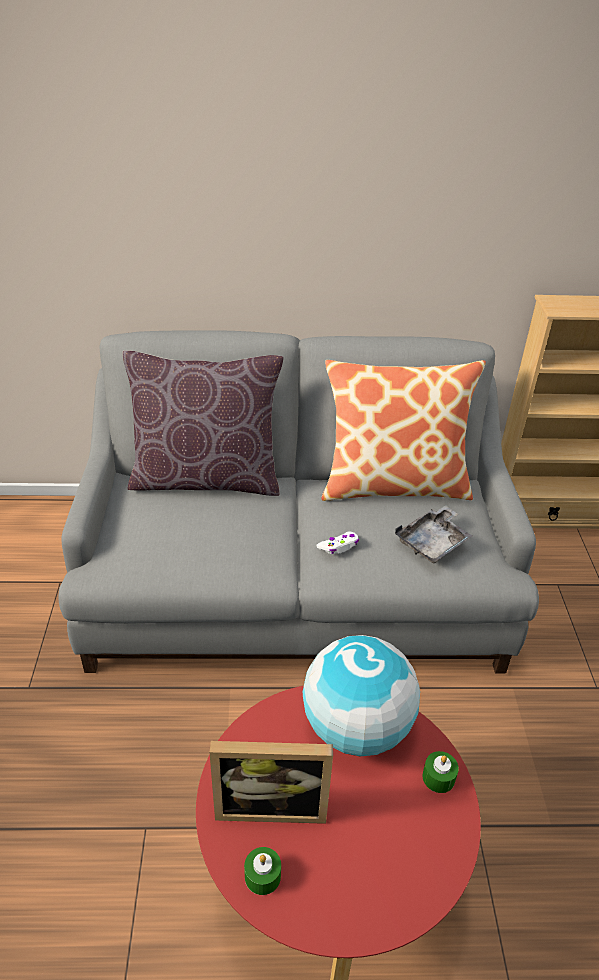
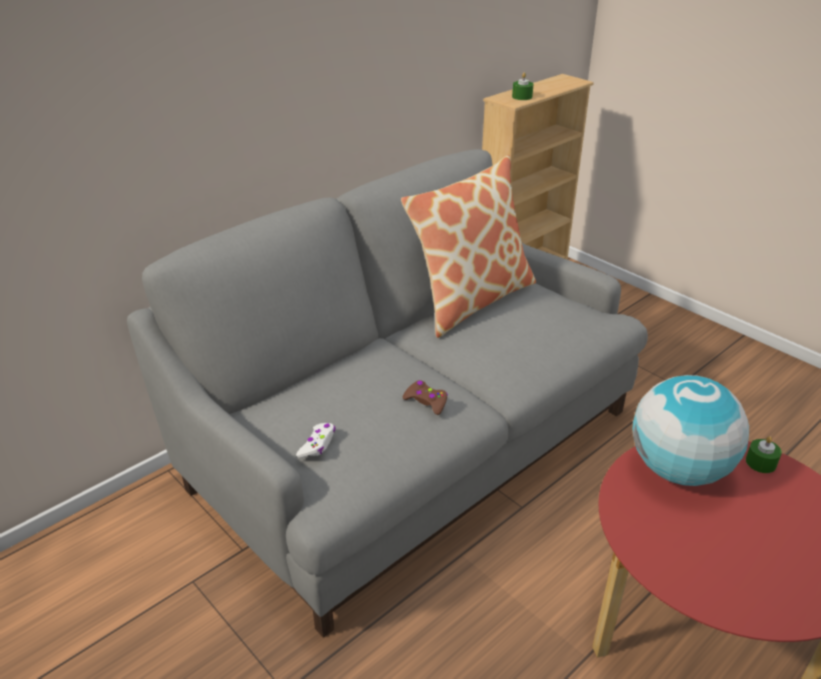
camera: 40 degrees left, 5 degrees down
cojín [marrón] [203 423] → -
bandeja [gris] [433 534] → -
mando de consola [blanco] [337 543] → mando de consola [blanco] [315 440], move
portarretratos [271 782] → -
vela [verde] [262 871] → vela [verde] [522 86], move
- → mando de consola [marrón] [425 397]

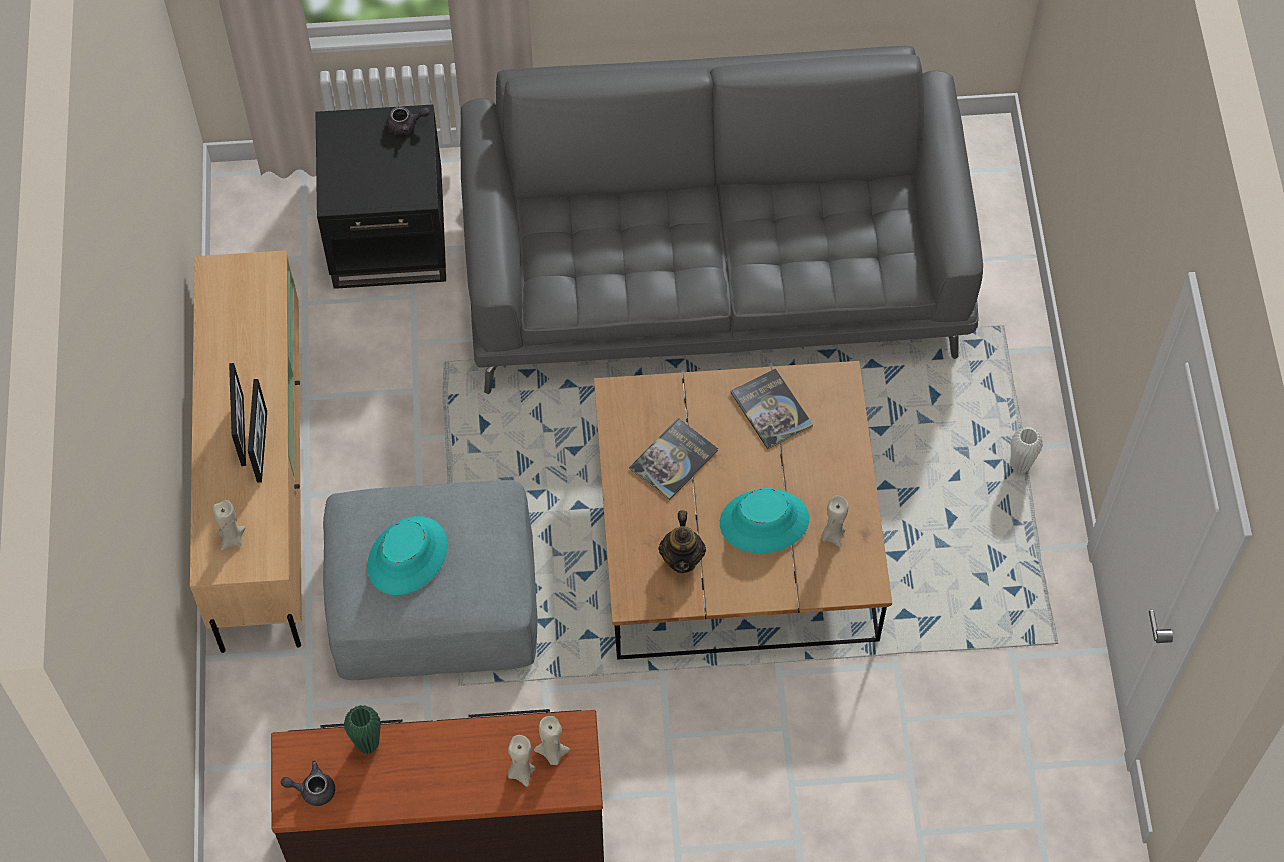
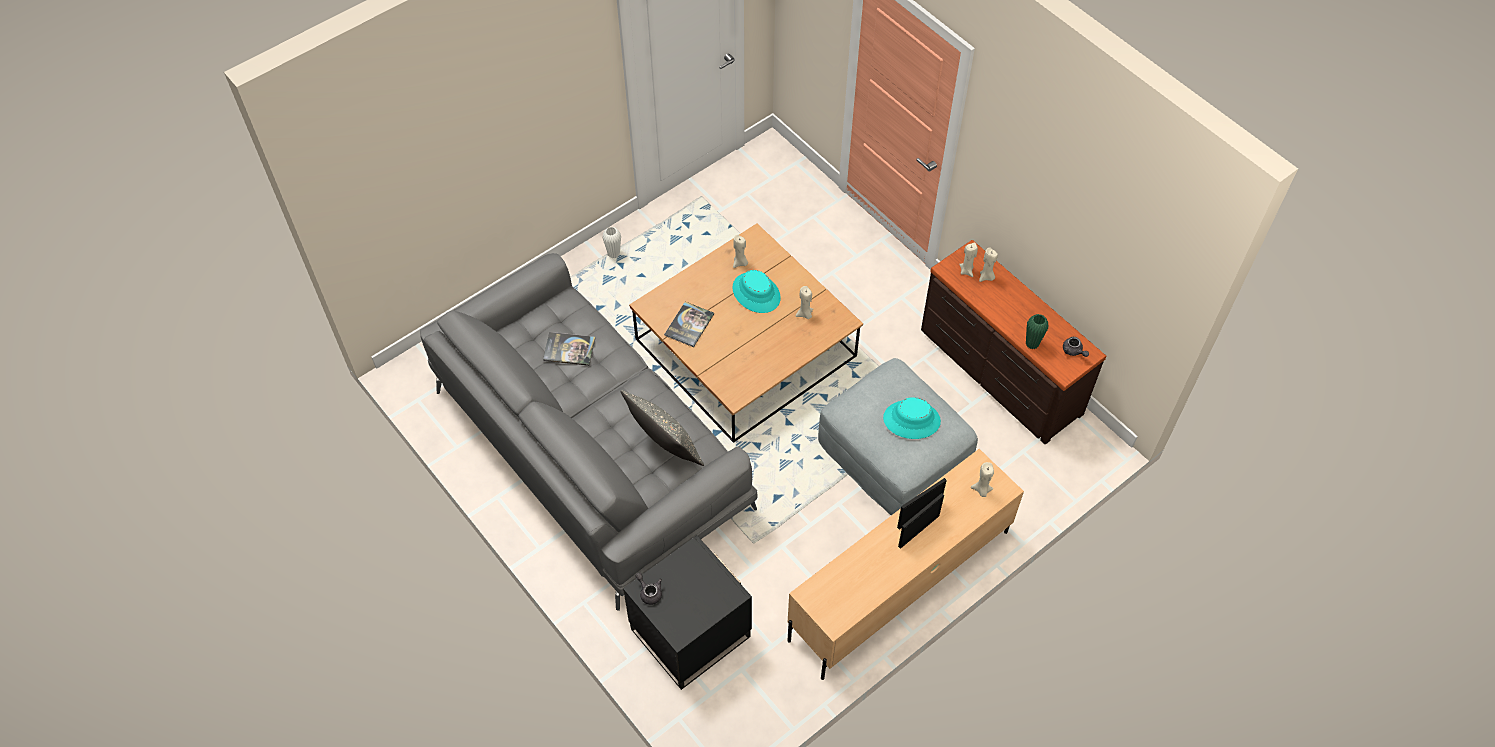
camera: 125 degrees left, 5 degrees down
libro [673 459] → libro [569 349], move
tetera [682 541] → vela [beis] [804 302]
- → cojín [gris] [662 428]

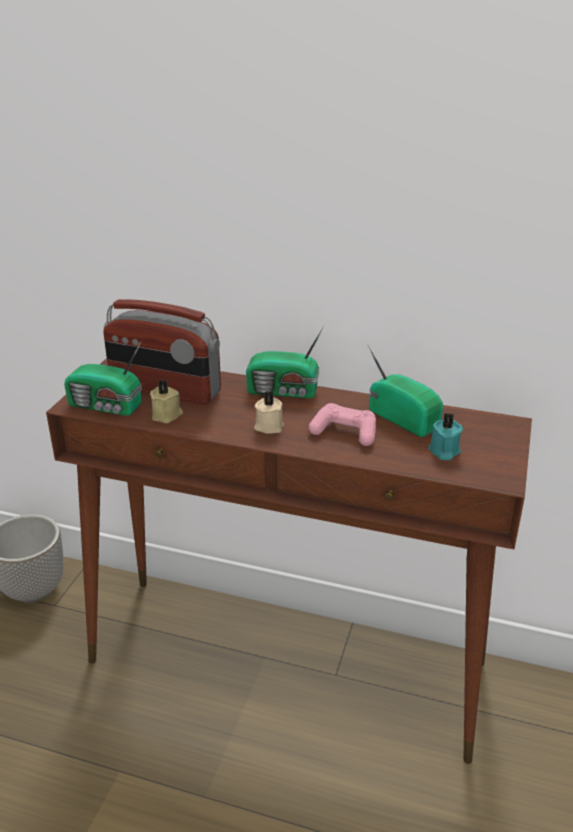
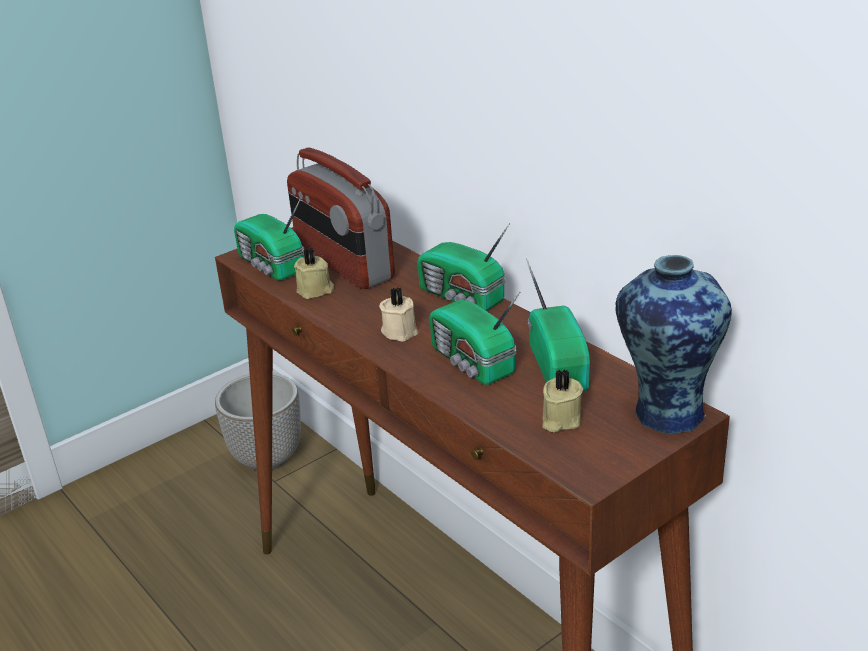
camera: 35 degrees right, 0 degrees up
mando de consola [rosa] [342 424] → radio [474 338]
vela [turquesa] [445 436] → vela [beis] [562 401]
- → florero [673 344]

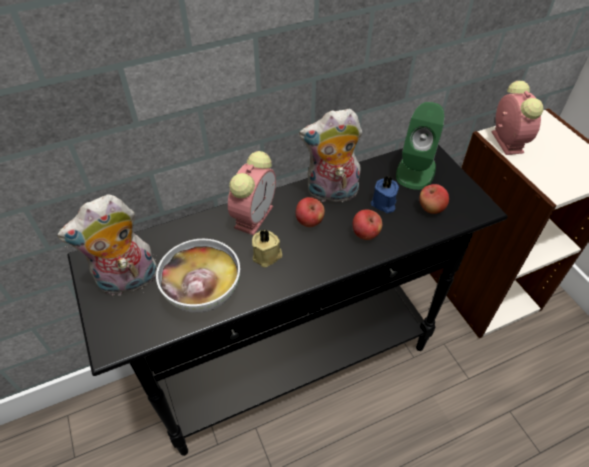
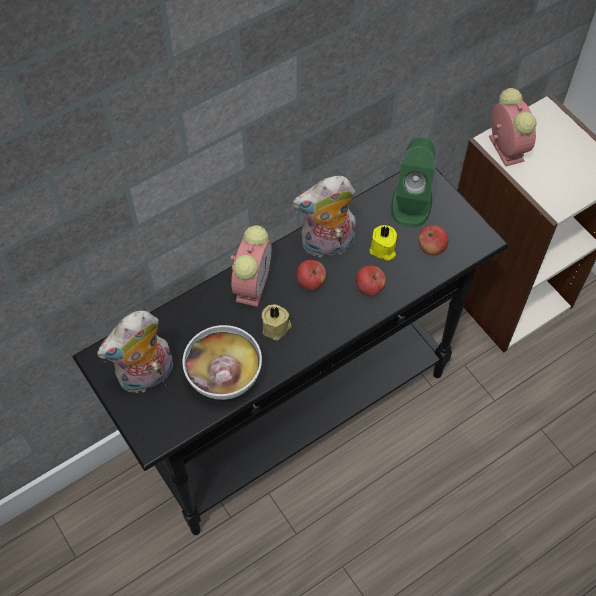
camera: 10 degrees left, 10 degrees up
vela [azul] [385 194] → vela [amarillo] [383 243]

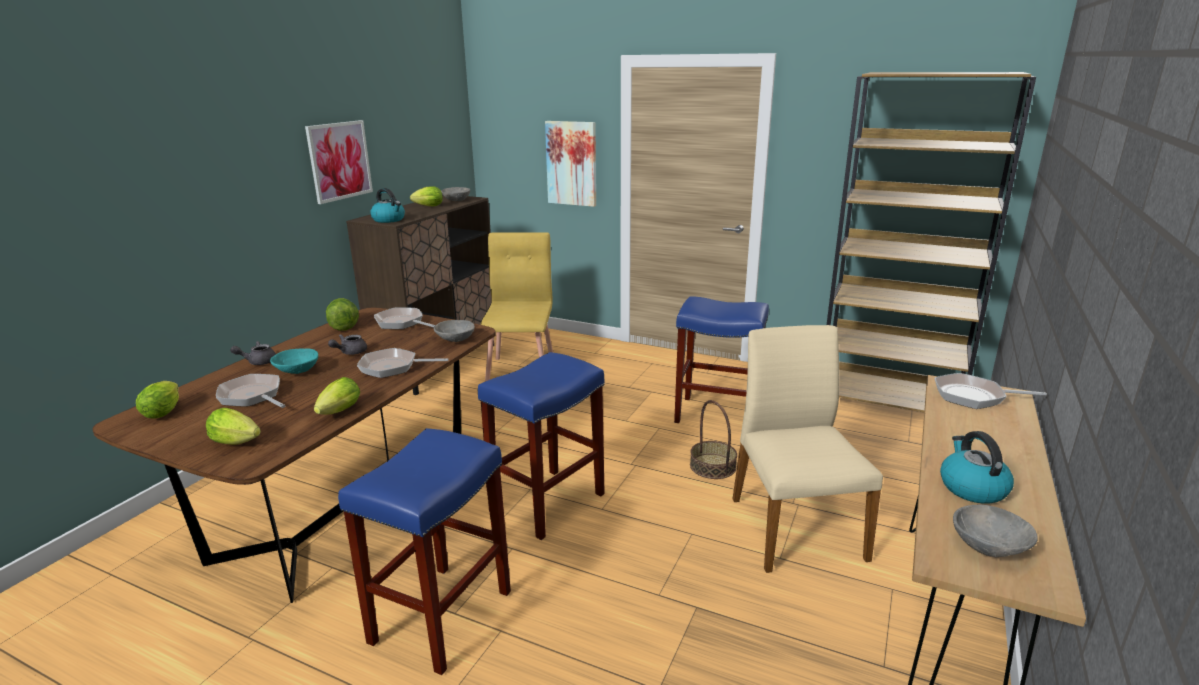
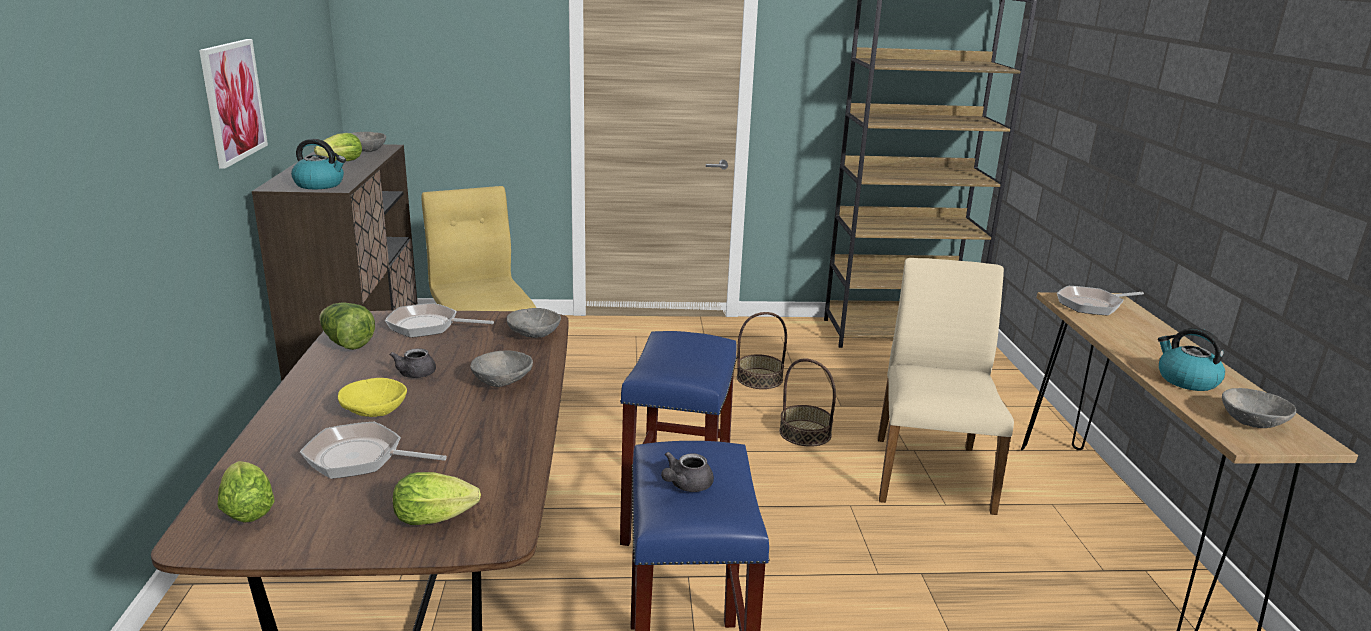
camera: 30 degrees left, 0 degrees up
cuadro [570 164] → -
taburete [azul] [721 359] → cesta [762 350]
silla [beis] [807 449] → silla [beis] [946 386], 45 degrees clockwise
tetera [gris] [253 353] → tetera [gris] [687 472], move
cuenco [turquesa] [294 361] → cuenco [amarillo] [372 397]
sartén [402 363] → cuenco [gris] [501 369]
lechuga [337 396] → -

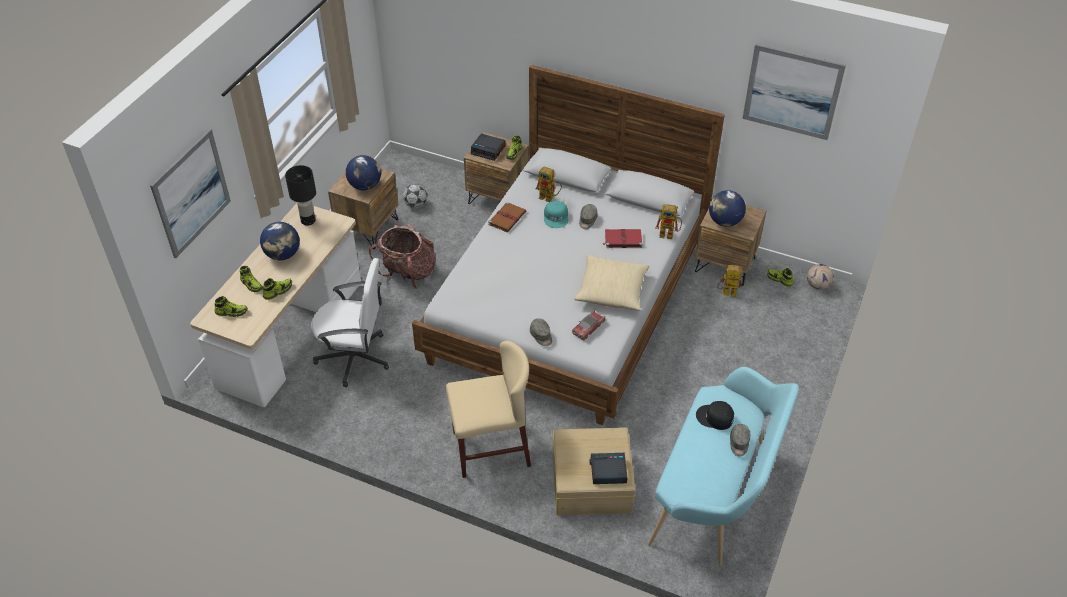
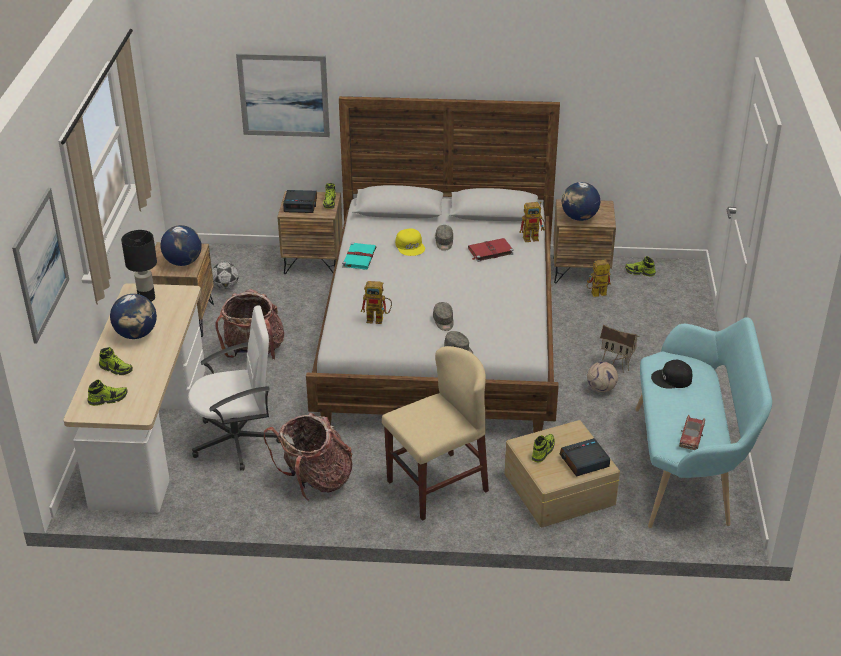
camera: 20 degrees left, 10 degrees down
cuadro [794 92] → cuadro [283 95], move
robot de juguete [549 184] → robot de juguete [376 302], move
gorra [turquesa] [556 214] → gorra [amarillo] [410 242]
libro [marrón] [507 217] → libro [turquesa] [359 256]
cojín [beis] [611 283] → -
balón de fútbol [820 277] → balón de fútbol [602 377], move
zapato [277 289] → zapato [543 448], move
coche de juguete [588 325] → coche de juguete [692 432], move
gorra [gris] [740 440] → gorra [gris] [443 316], move
- → casita [619 349]
- → mochila [308 457]

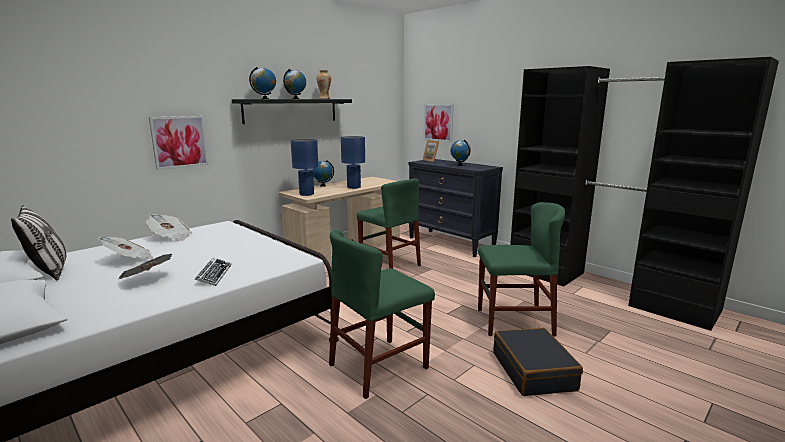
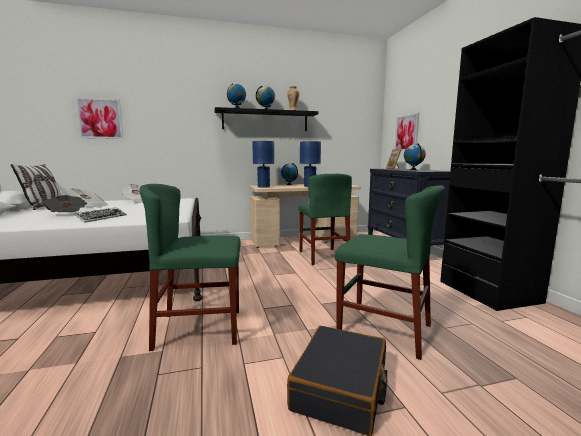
camera: 30 degrees right, 5 degrees down
cuadro [179 143] → cuadro [99 118], move

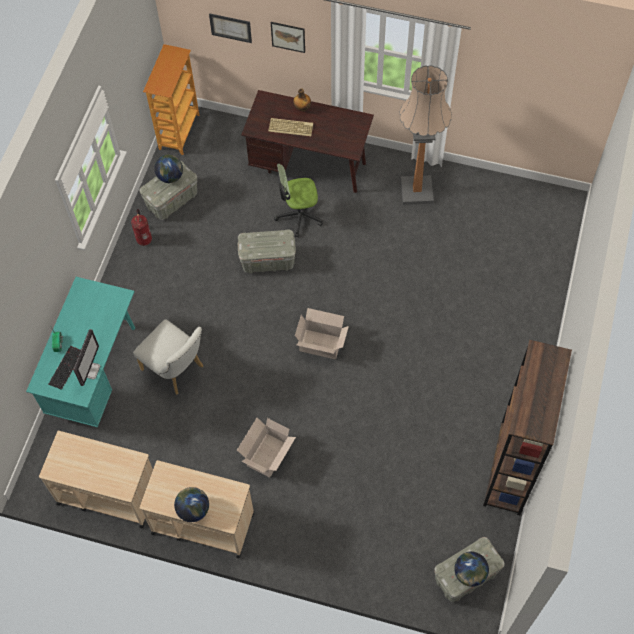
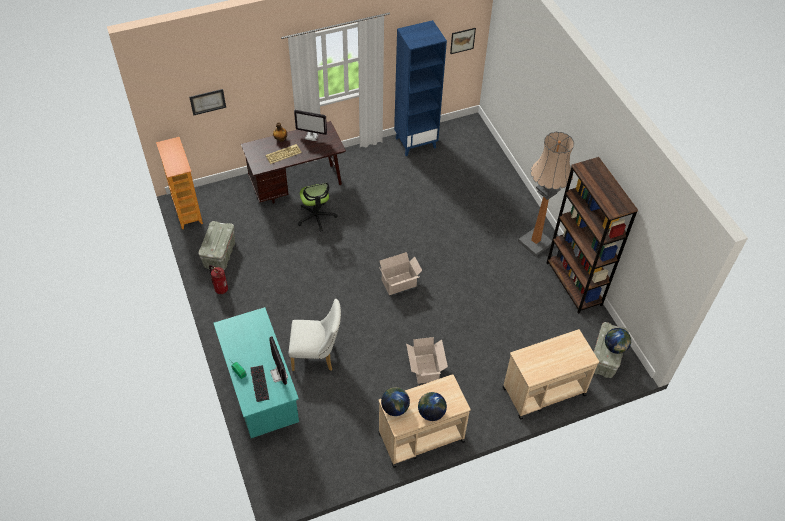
camera: 40 degrees left, 10 degrees down
cuadro [288 37] → cuadro [463 41], move
lámpara de pie [426 135] → lámpara de pie [546 194], move
globo terráqueo [168 169] → globo terráqueo [395 401], move
silla de oficina [298 200] → silla de oficina [317 207], 60 degrees counterclockwise
caja de almacenaje [gris] [267 252] → -
carrito [beis] [96 480] → carrito [beis] [551 374], move
- → estantería [azul] [420 88]
- → monitor [310 125]

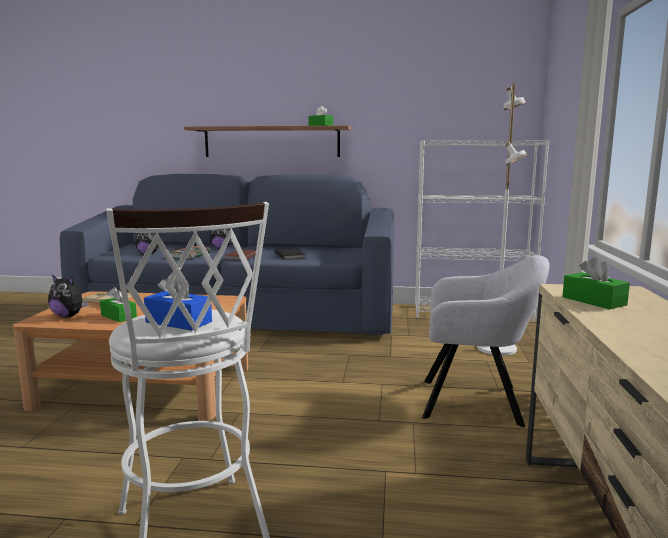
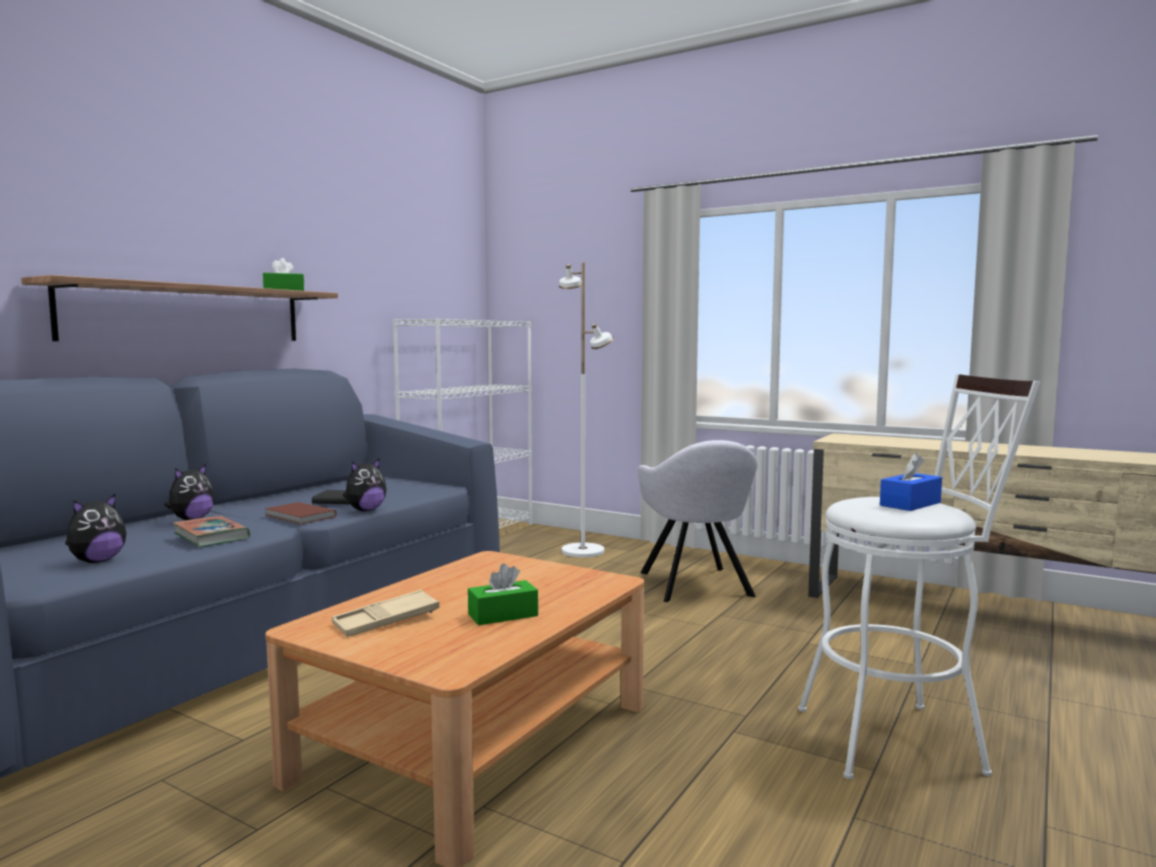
camera: 65 degrees left, 5 degrees down
sillón [gris] [485 341] → sillón [gris] [697 521], 135 degrees clockwise
caja de pañuelos [verde] [596 283] → -
peluche [68 296] → peluche [365 485], move

